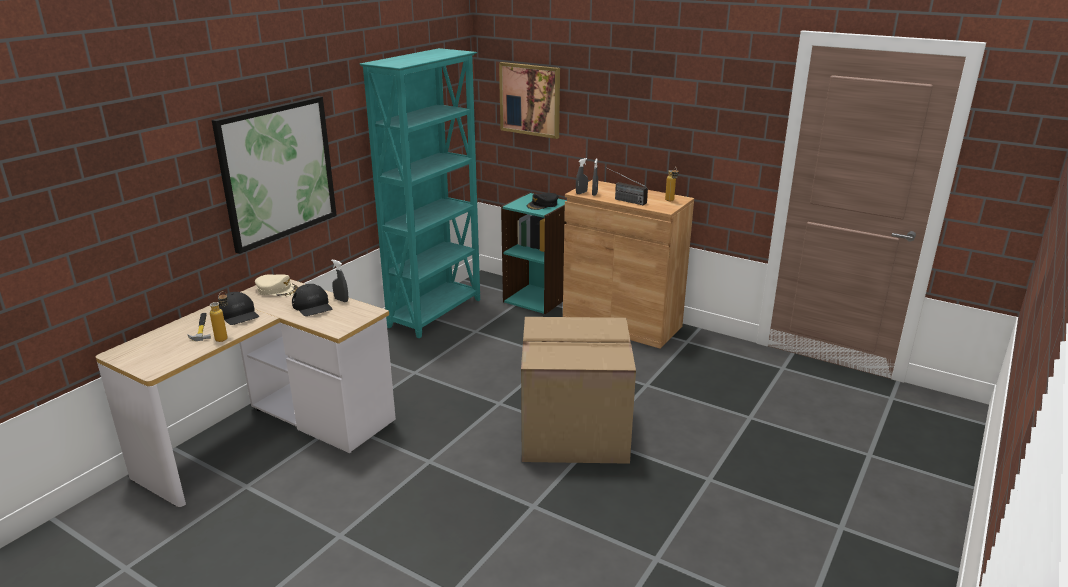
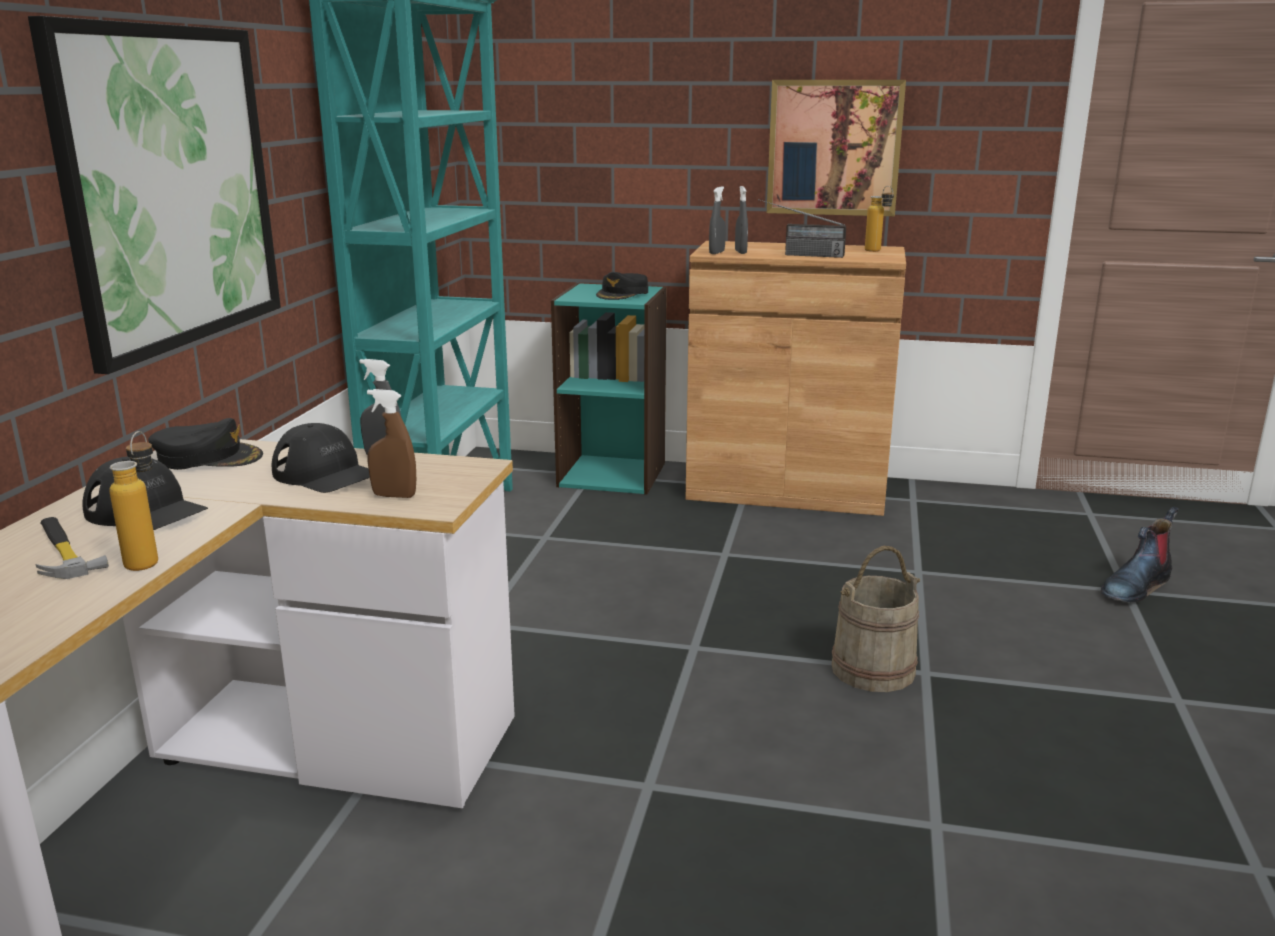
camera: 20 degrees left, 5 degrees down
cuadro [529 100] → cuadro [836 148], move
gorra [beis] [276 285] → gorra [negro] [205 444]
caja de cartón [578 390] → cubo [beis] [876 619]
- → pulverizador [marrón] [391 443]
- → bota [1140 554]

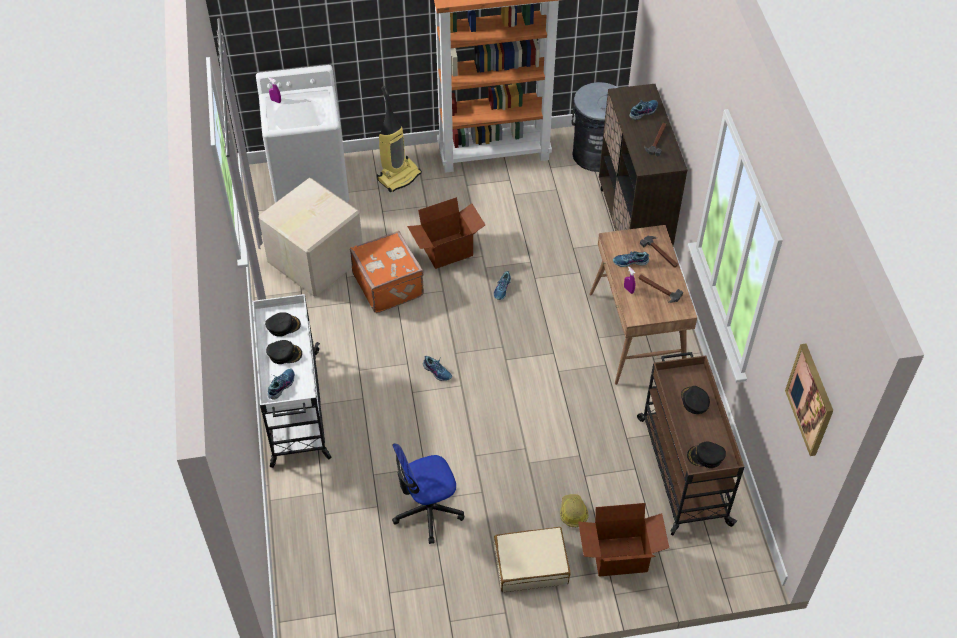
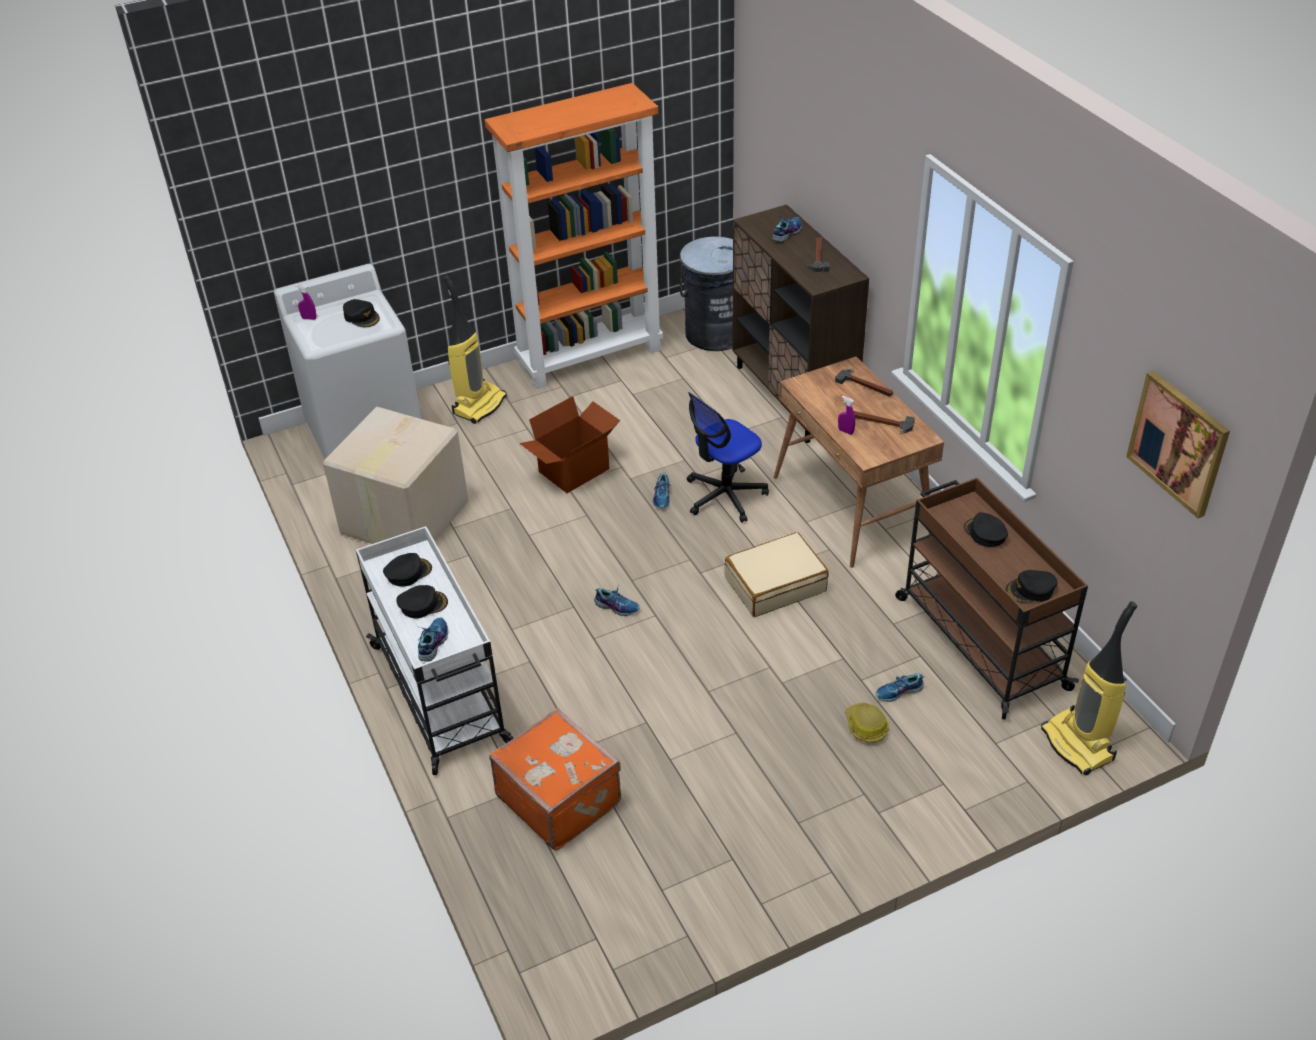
camera: 15 degrees left, 10 degrees down
maleta [naranja] [387 272] → maleta [naranja] [555 779], move
zapato [631 259] → zapato [900 687], move
silla de oficina [428 494] → silla de oficina [728 457], move
caja de cartón [623 540] → -
maleta [beis] [532 559] → maleta [beis] [777 574], move
- → gorra [negro] [361 313]
- → aspiradora [1089 688]

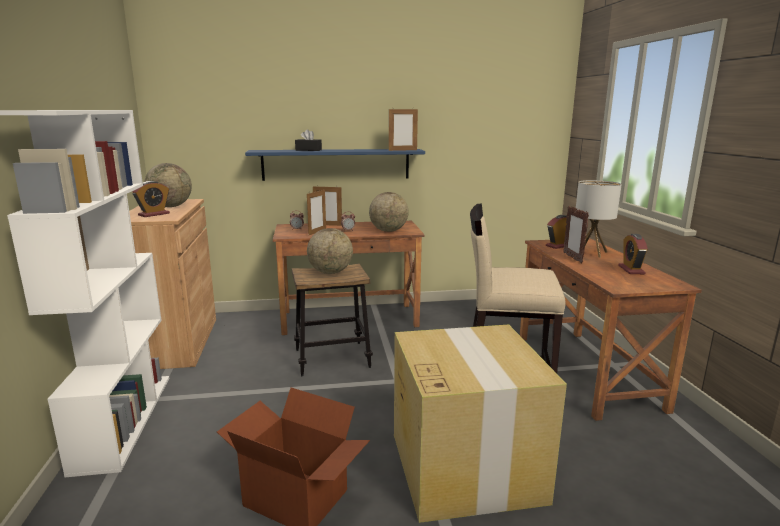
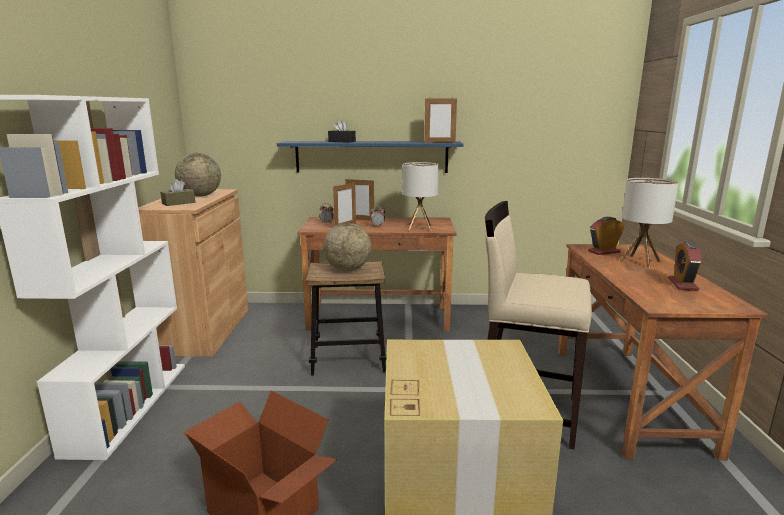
camera: 10 degrees right, 0 degrees up
despertador [151 199] → caja de pañuelos [marrón] [177 192]
globo terráqueo [389 212] → lámpara de mesa [420 196]
portarretratos [576 234] → -

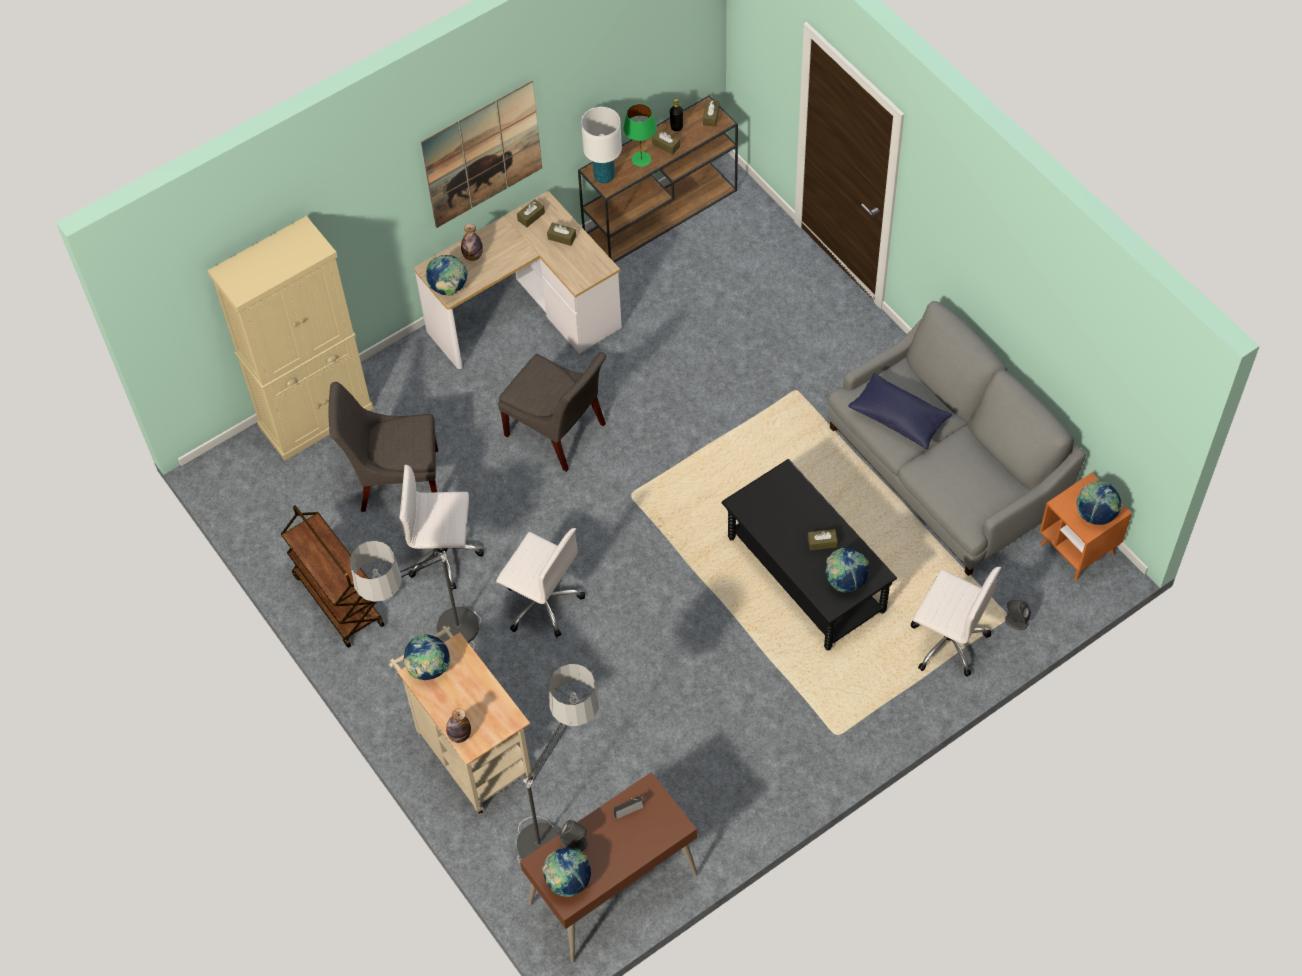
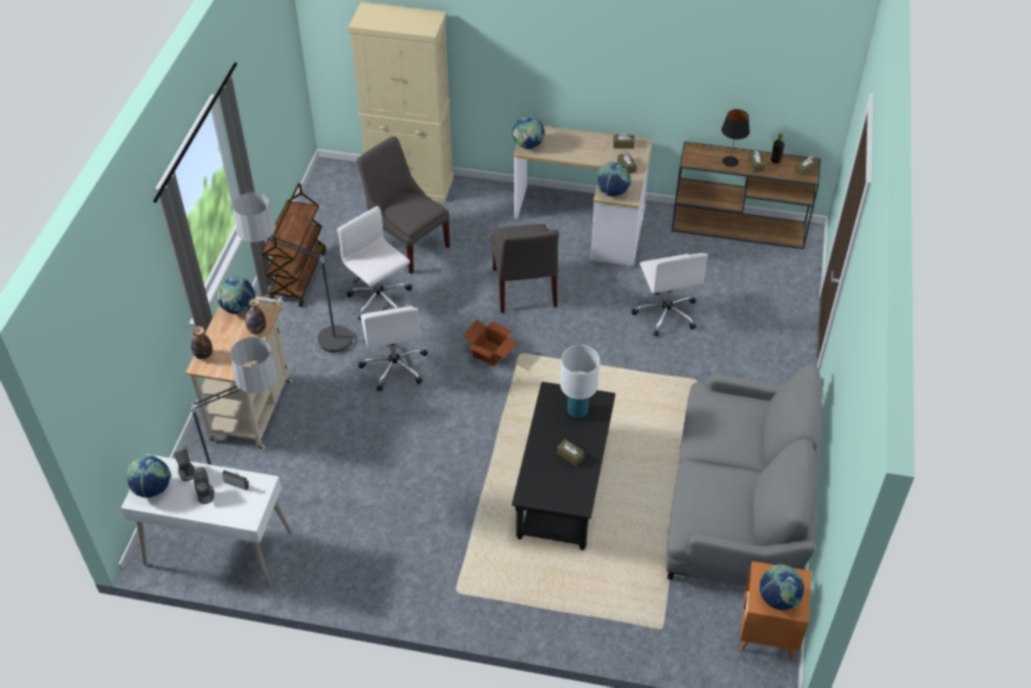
camera: 45 degrees right, 10 degrees down
cuadro [481 154] → -
lámpara de mesa [verde] [640 135] → lámpara de mesa [negro] [735 138]
lámpara de mesa [blanco] [601 145] → lámpara de mesa [blanco] [580 381], move
botella [472 242] → botella [255 316], move
cojín [azul] [900 411] → -
globo terráqueo [847 570] → globo terráqueo [613 179], move
silla de oficina [blanco] [956 622] → silla de oficina [blanco] [669 294], move
altavoz [gris] [1018 615] → altavoz [gris] [204 486], move
escritorio [marrón] [609 867] → escritorio [blanco] [206 521]
- → caja de cartón [490 343]

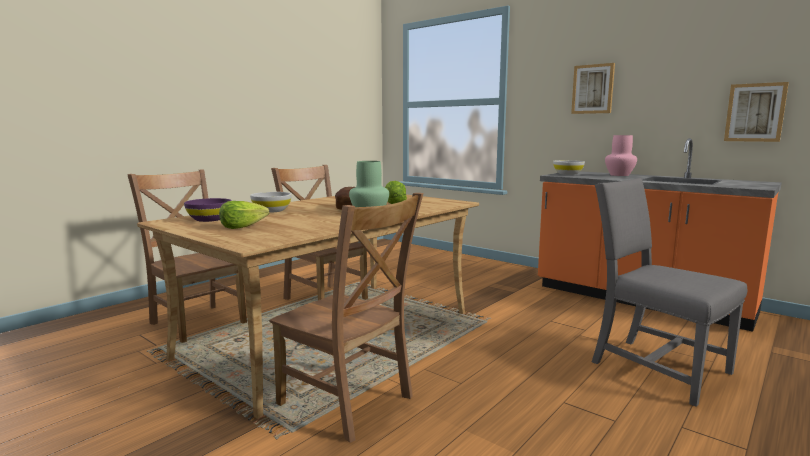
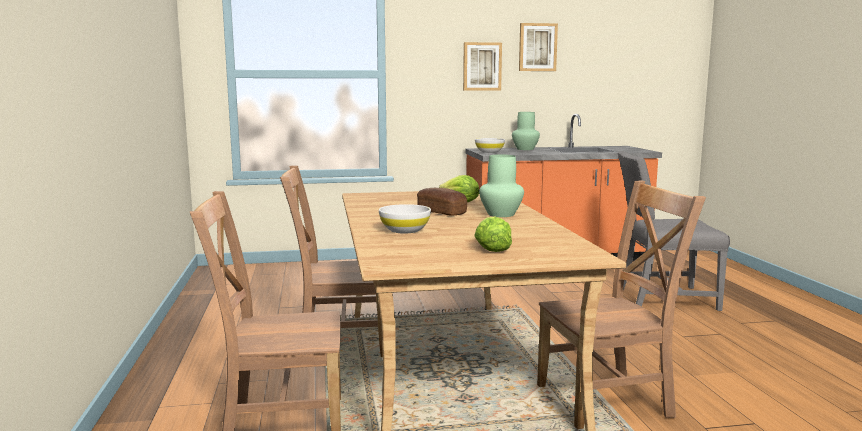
camera: 50 degrees left, 0 degrees up
cuadro [756 112] → cuadro [538 47], move
florero [rosa] [621 155] → florero [verde] [526 131]
cuenco [morado] [208 210] → -

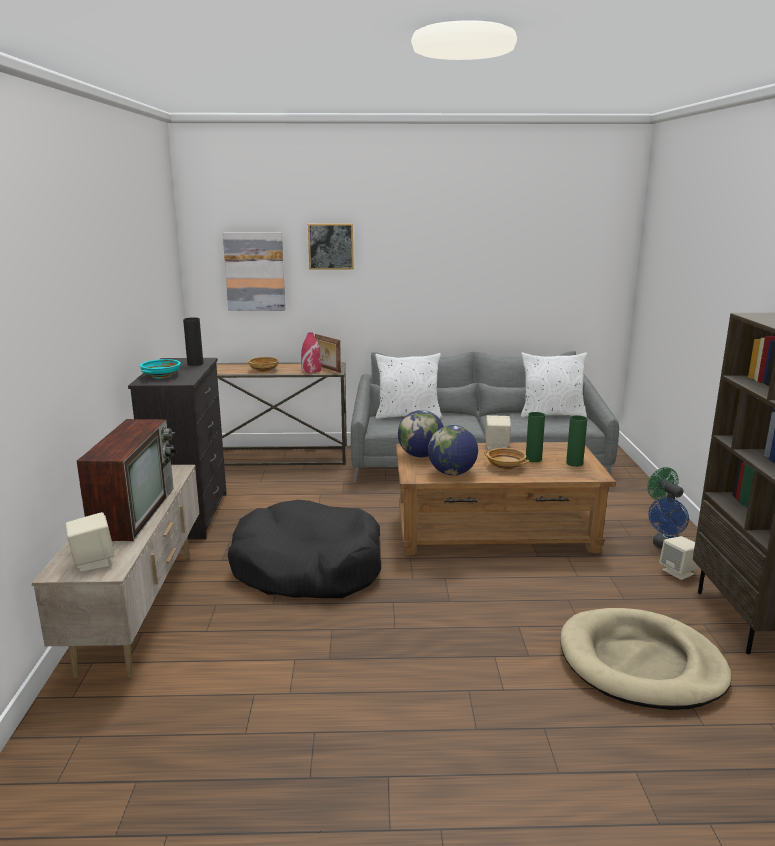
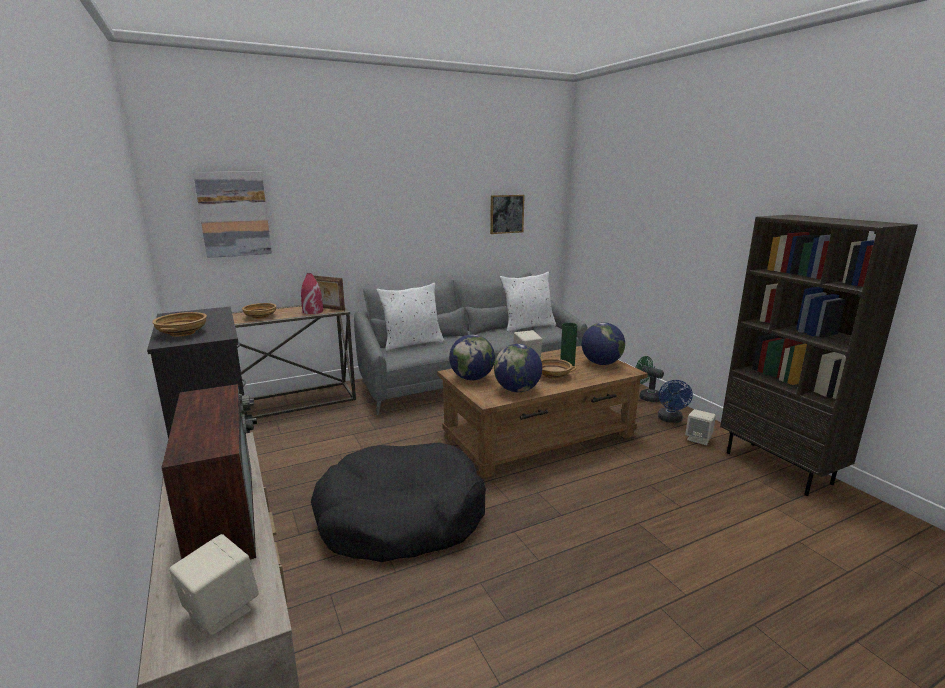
camera: 25 degrees left, 0 degrees up
cuadro [331 247] → cuadro [507 214], move
florero [negro] [193 341] → -
cuenco [turquesa] [160 369] → cuenco [beis] [179 324]
florero [verde] [576 441] → globo terráqueo [603 343]
cama para perro [beis] [645 659] → -

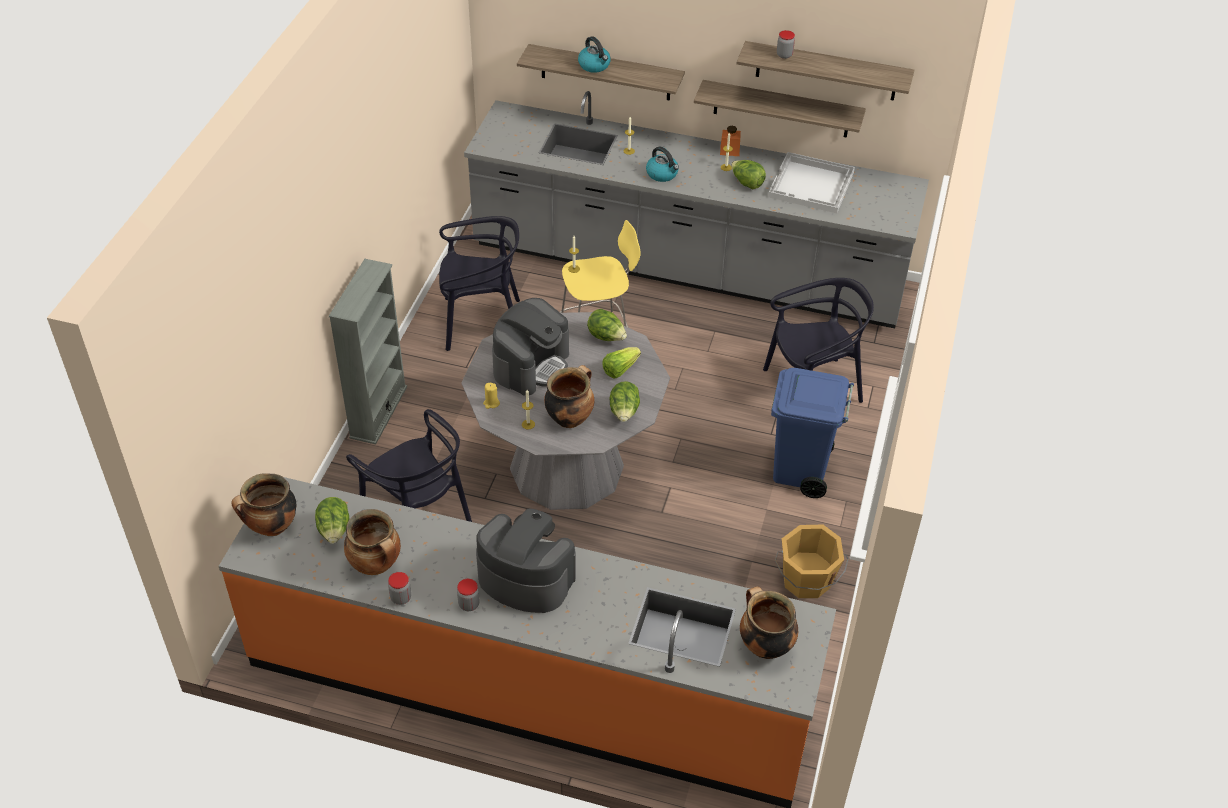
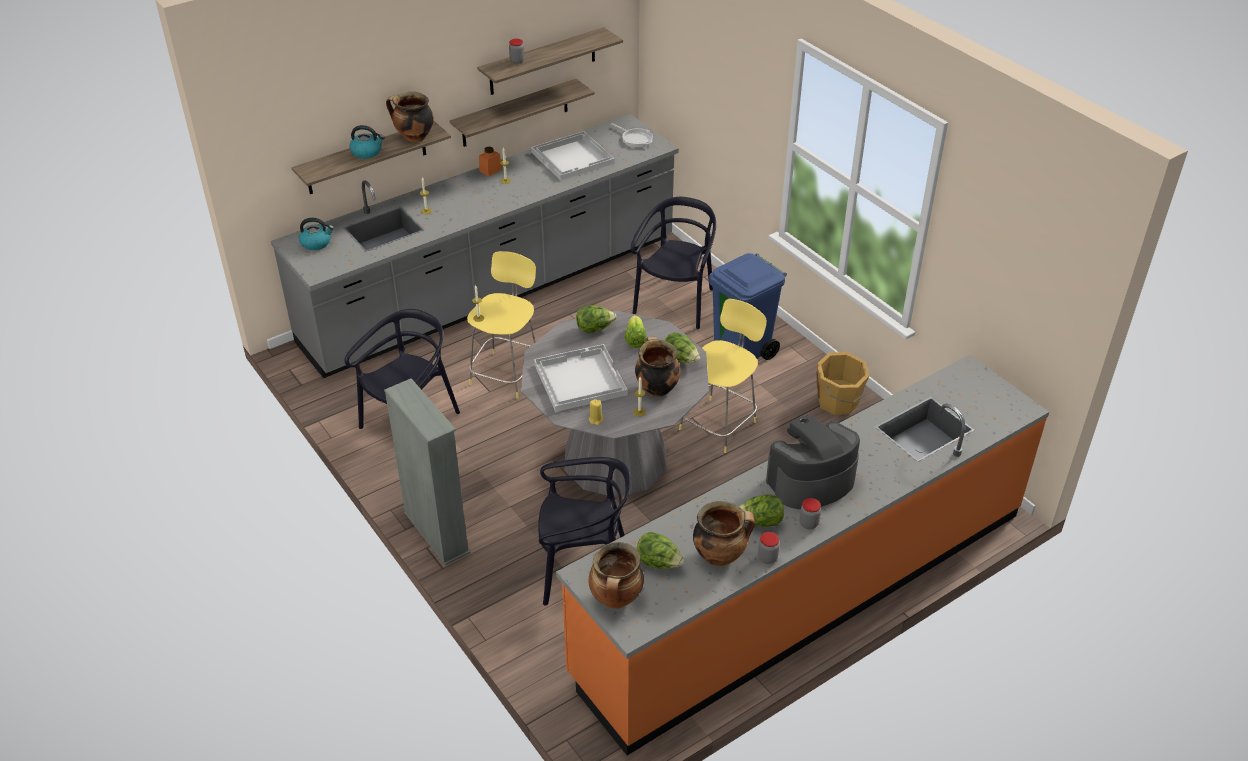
camera: 50 degrees left, 5 degrees down
hervidor [662 164] → hervidor [316 234], move
lechuga [748 174] → lechuga [761 510], move
cafetera [530 347] → bandeja [blanco] [581 378]
olla [769 622] → olla [410 117], move
- → sartén [632 135]
- → taburete [amarillo] [723 376]

